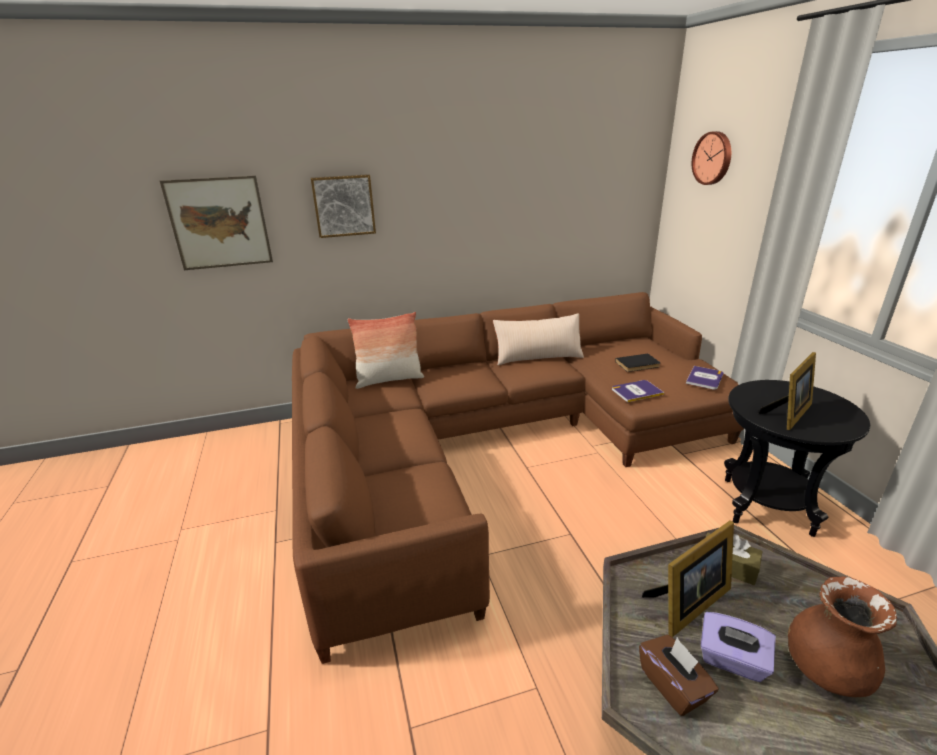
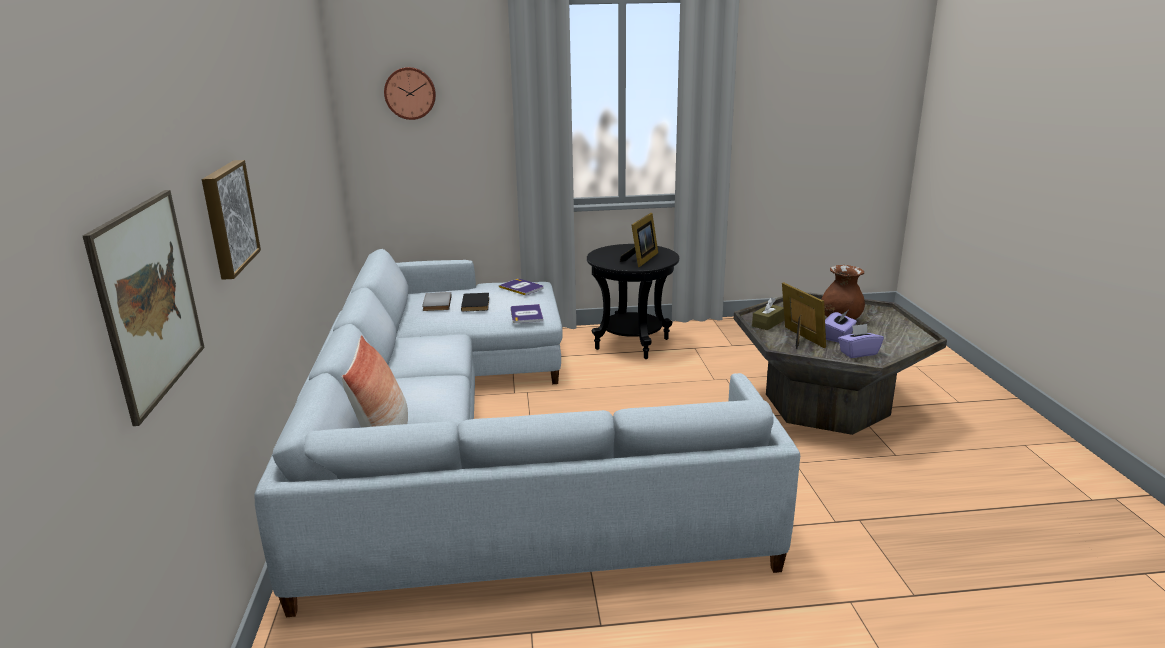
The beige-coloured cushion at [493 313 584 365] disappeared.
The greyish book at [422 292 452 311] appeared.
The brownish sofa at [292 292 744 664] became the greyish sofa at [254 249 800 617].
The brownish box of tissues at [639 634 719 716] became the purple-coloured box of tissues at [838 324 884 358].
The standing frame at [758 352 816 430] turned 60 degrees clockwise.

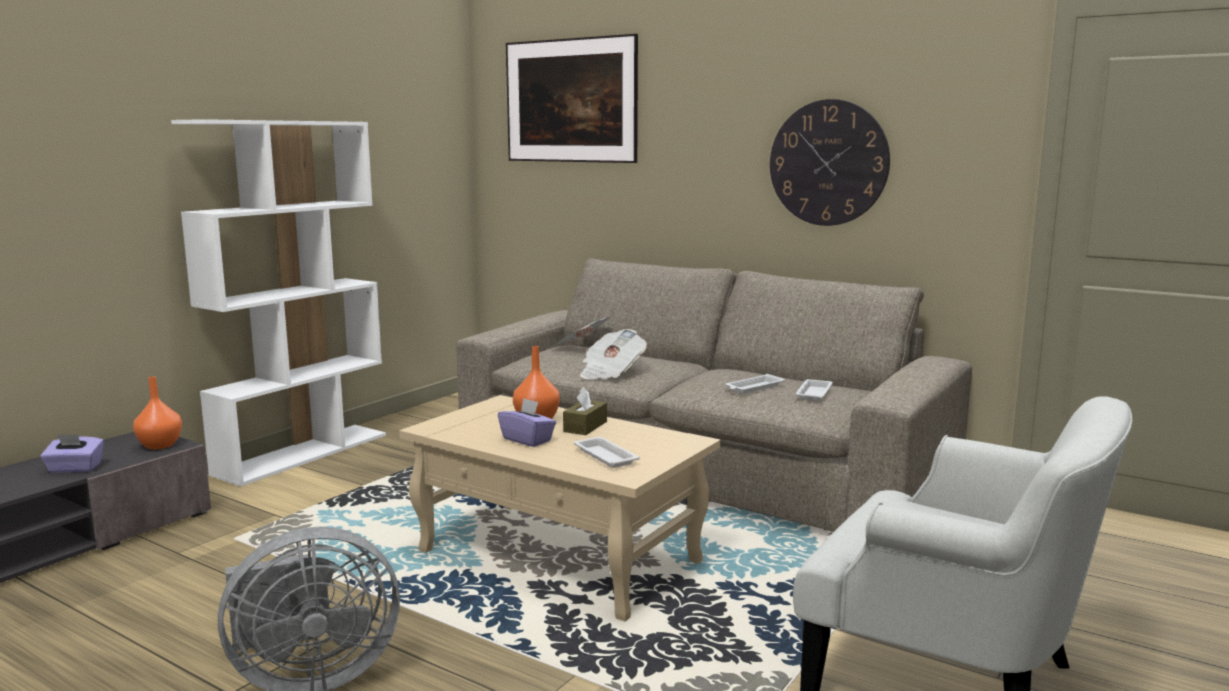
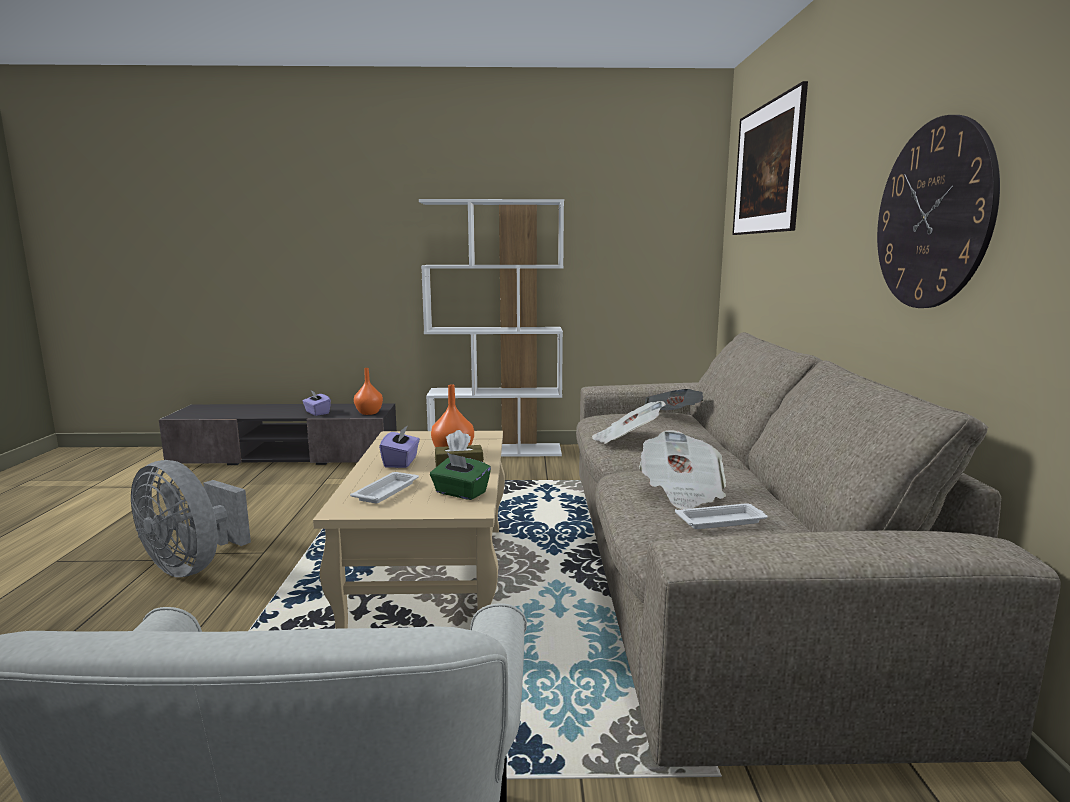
The greenish box of tissues at [430 453 491 500] appeared.
The whitish serving tray at [725 374 785 394] was replaced by the newspaper at [639 430 726 509].

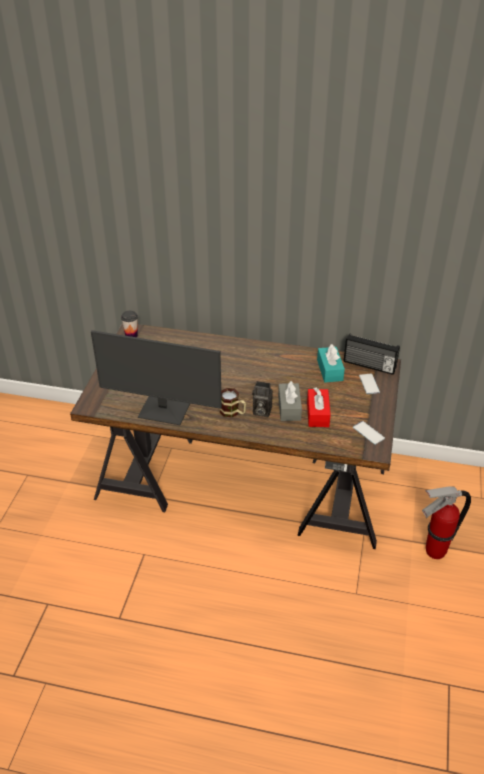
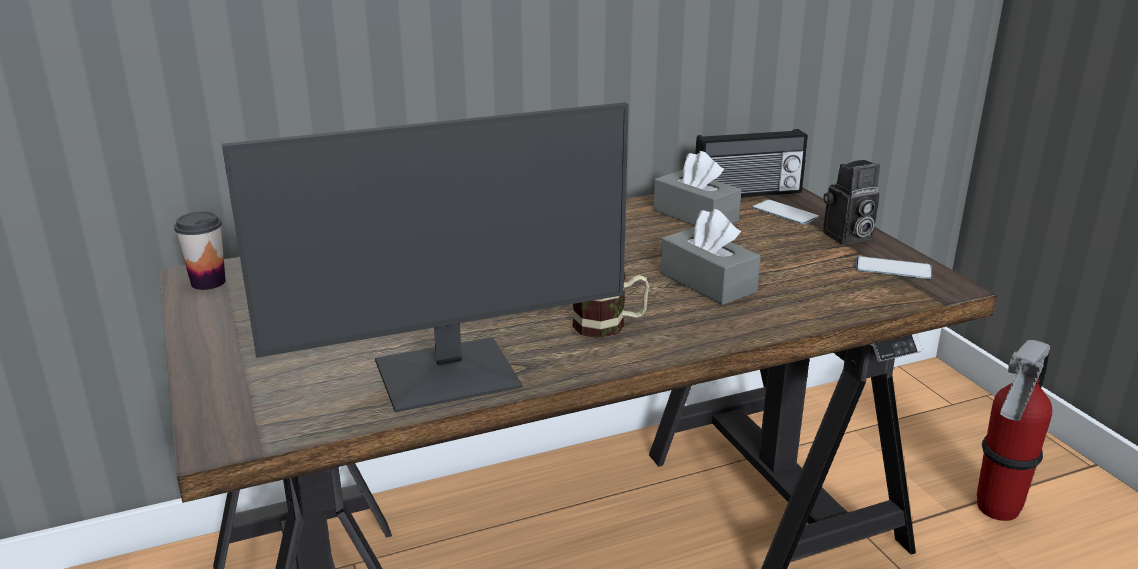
The red-coloured box of tissues at [307 387 331 427] disappeared.
The photo camera moved from [252 381 273 417] to [823 160 880 245].
The turquoise box of tissues at [317 344 345 383] became the greyish box of tissues at [654 151 741 226].

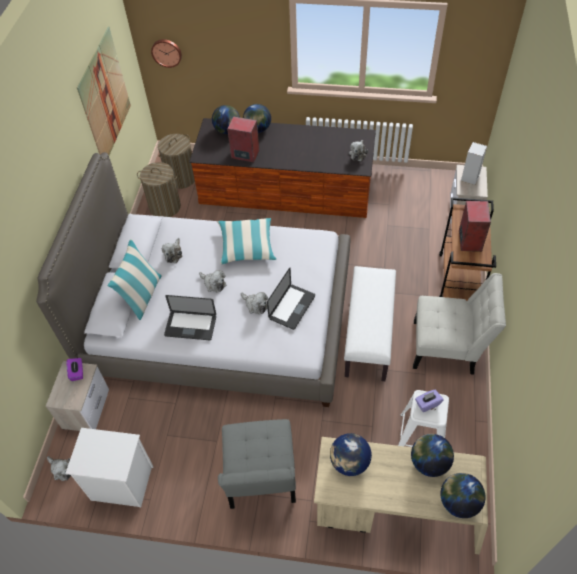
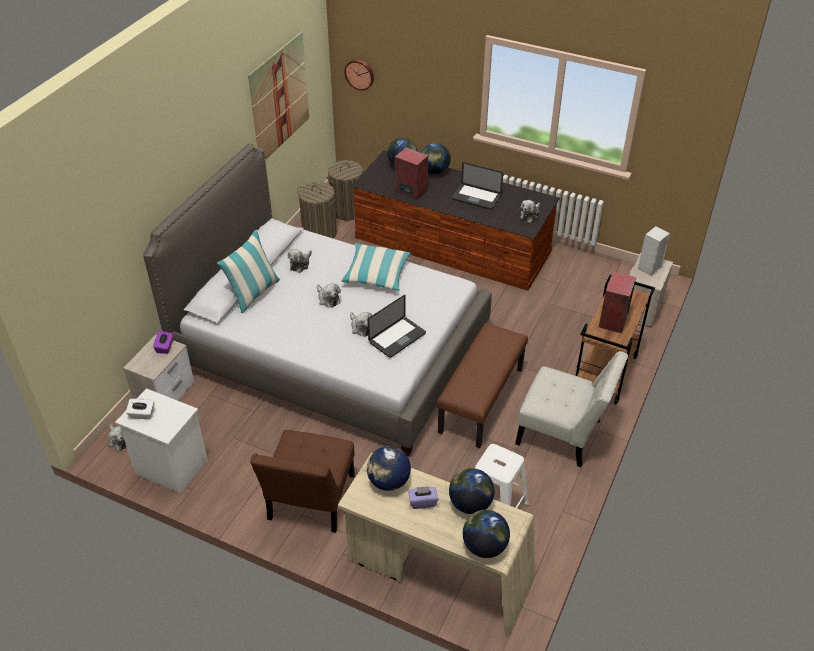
The whitish box of tissues at [126 398 154 419] appeared.
The laptop moved from [164 295 216 340] to [452 162 503 210].
The purple-coloured box of tissues moved from [415 390 443 412] to [408 486 438 509].
The greyish chair at [218 419 296 509] became the brownish chair at [250 430 355 533].
The whitish long seat at [344 266 396 381] became the brownish long seat at [437 323 528 448].

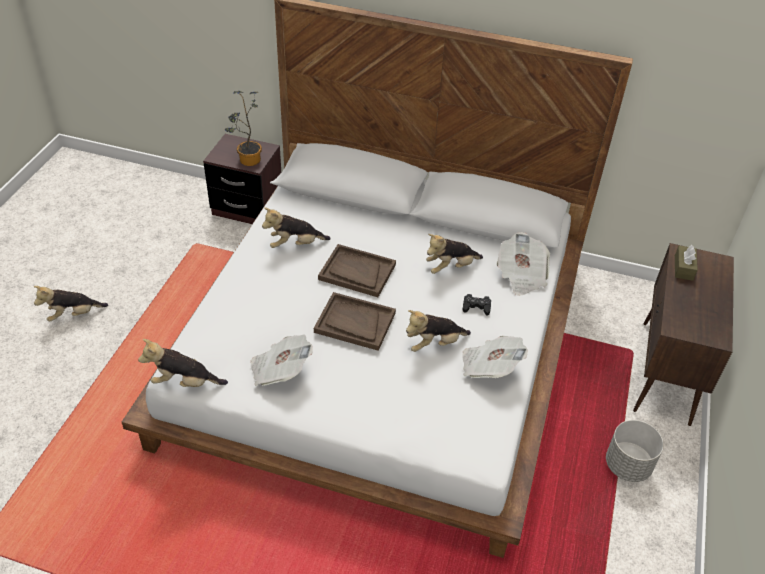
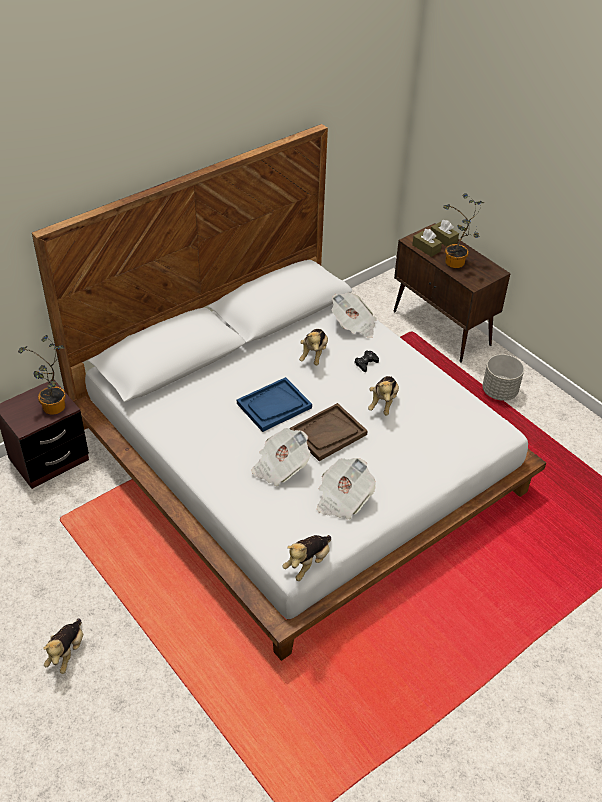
The cuddly toy at [262 208 331 248] disappeared.
The brownish box of tissues at [431 220 459 246] appeared.
The plant in a pot at [443 193 484 268] appeared.
The newspaper moved from [462 336 528 378] to [251 428 310 486].
The brownish serving tray at [318 244 396 297] became the blue-coloured serving tray at [237 377 312 432].

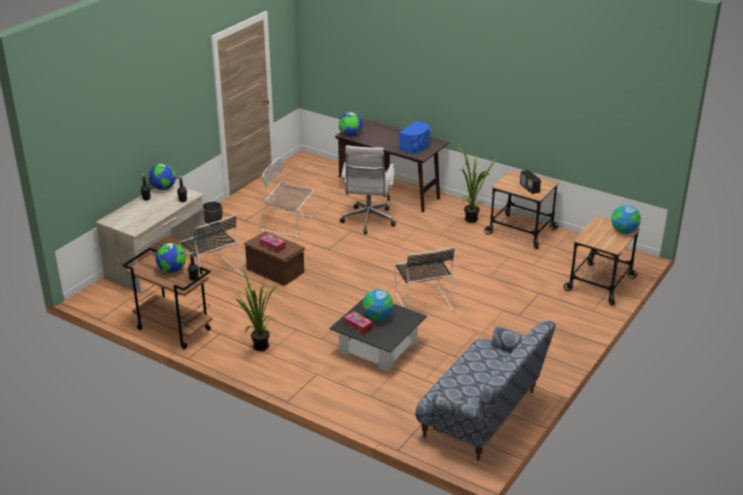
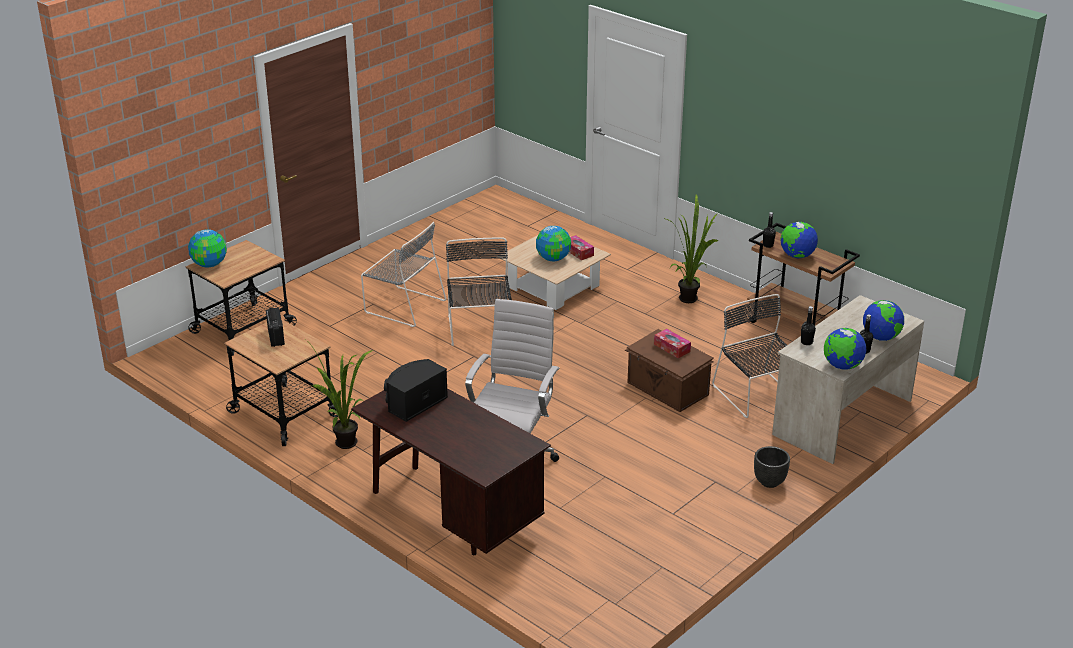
The sofa at [415 321 556 461] disappeared.
The greyish chair moved from [259 157 315 237] to [361 222 446 327].
The world globe moved from [339 112 363 136] to [863 300 904 341].
The black-coloured coffee table at [329 298 427 372] became the beige-coloured coffee table at [497 235 611 310].
The blue-coloured audio speaker at [399 121 431 154] became the black-coloured audio speaker at [384 359 448 422].

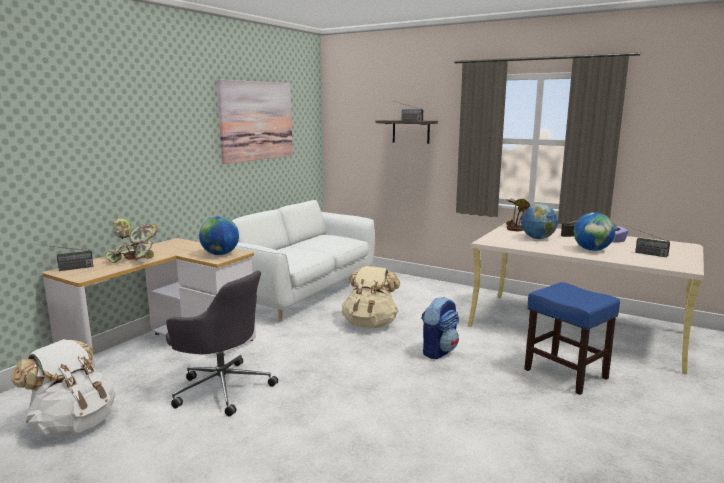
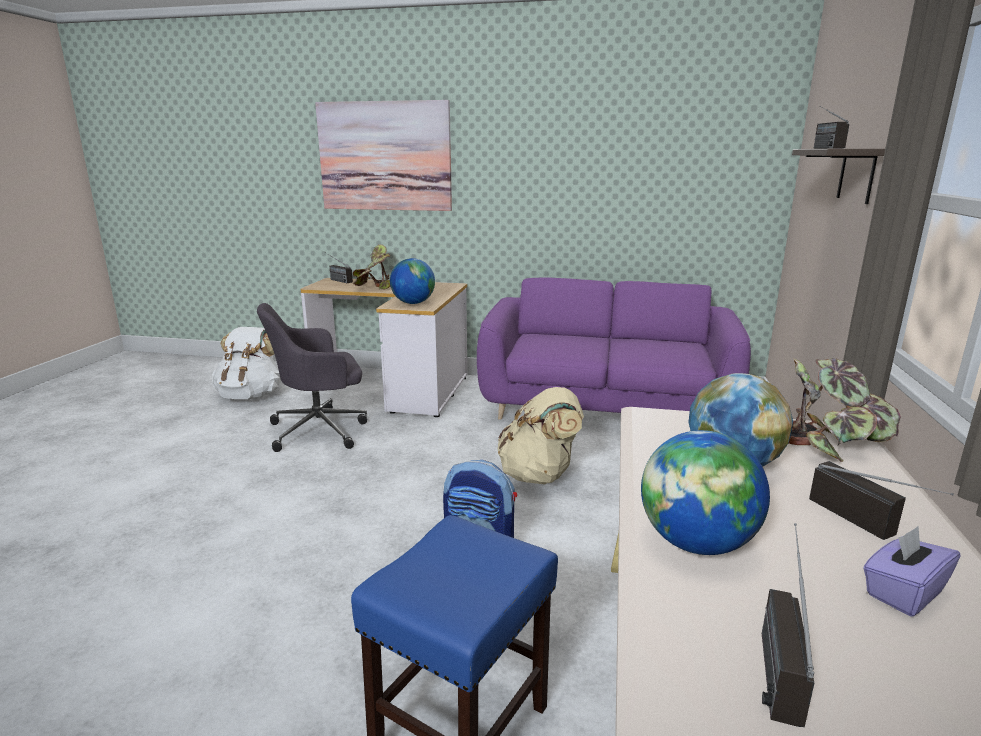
The picture moved from [217 79 293 164] to [315 100 452 211].
The whitish sofa at [232 200 375 322] became the purple-coloured sofa at [477 278 751 420].
The greyish computer chair at [166 270 278 416] turned 60 degrees clockwise.

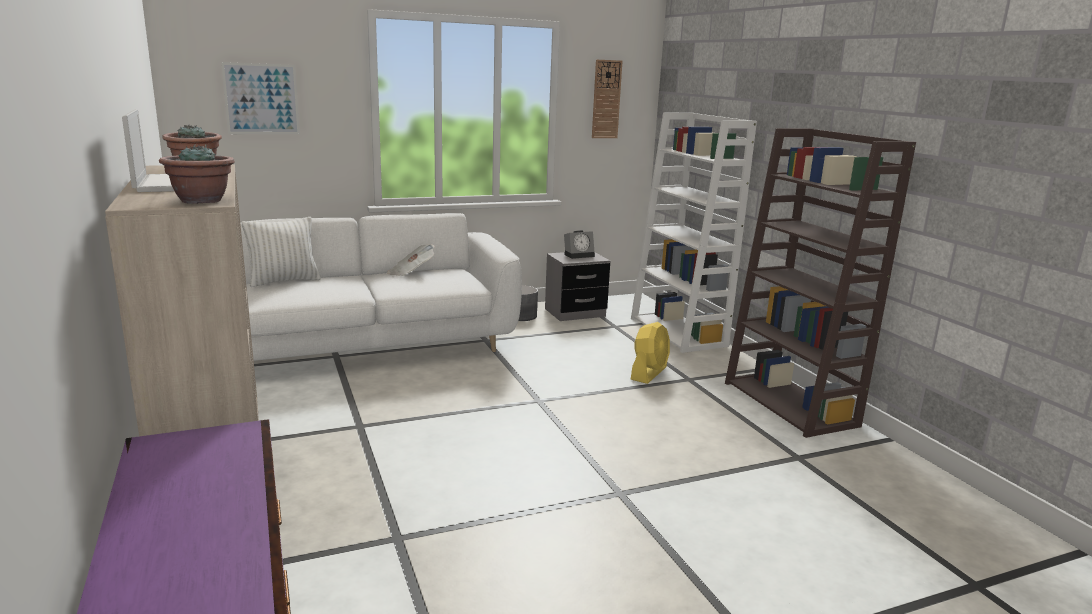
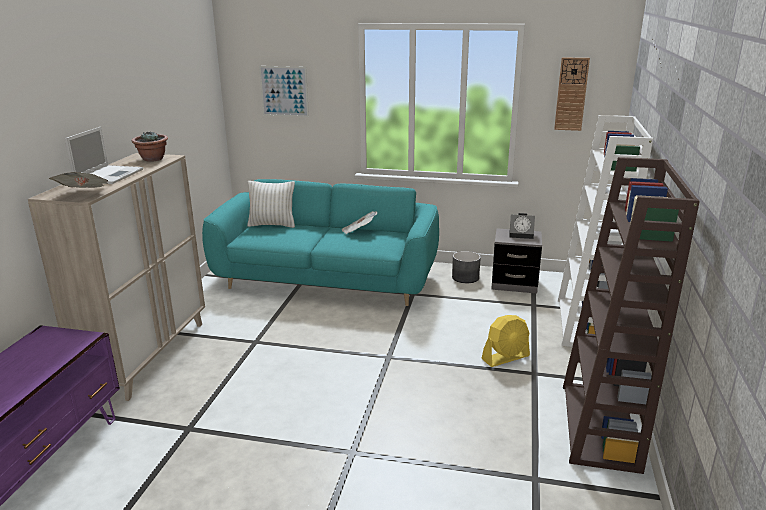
The plant in a pot at [159 144 235 204] was replaced by the newspaper at [49 172 108 188].
The whitish sofa at [240 213 522 361] became the turquoise sofa at [202 179 439 306].

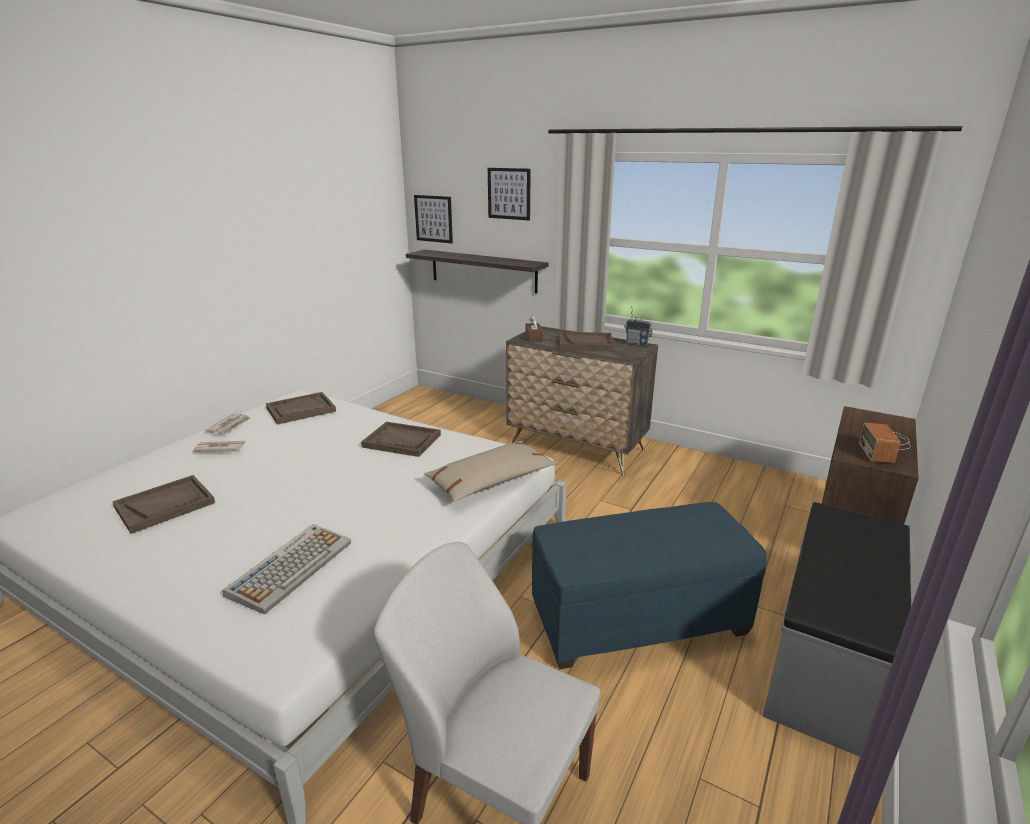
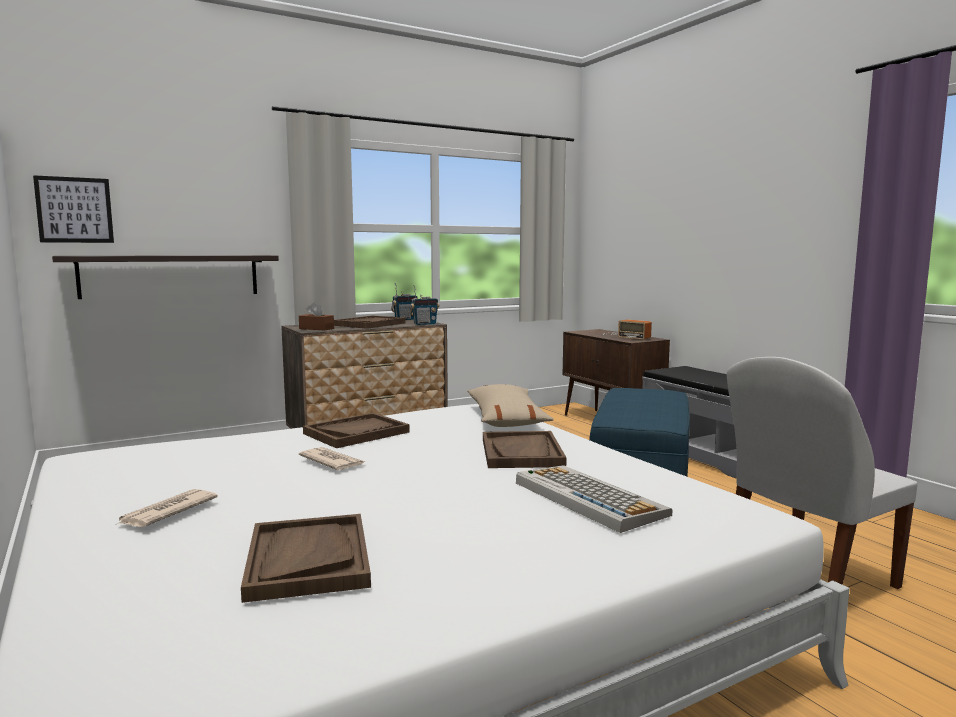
The picture at [488 168 531 221] disappeared.
The radio at [410 286 439 325] appeared.
The newspaper moved from [205 413 251 434] to [299 447 366 470].
The brownish serving tray moved from [266 392 336 425] to [483 431 567 468].

